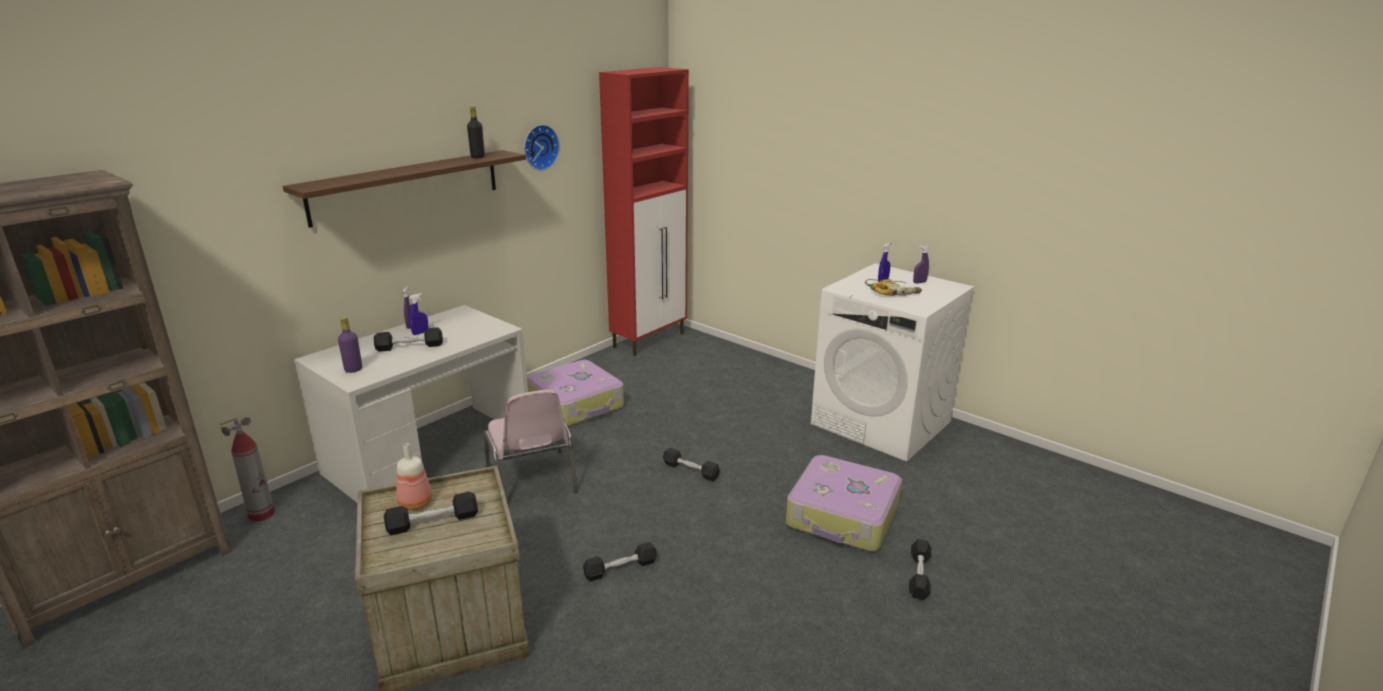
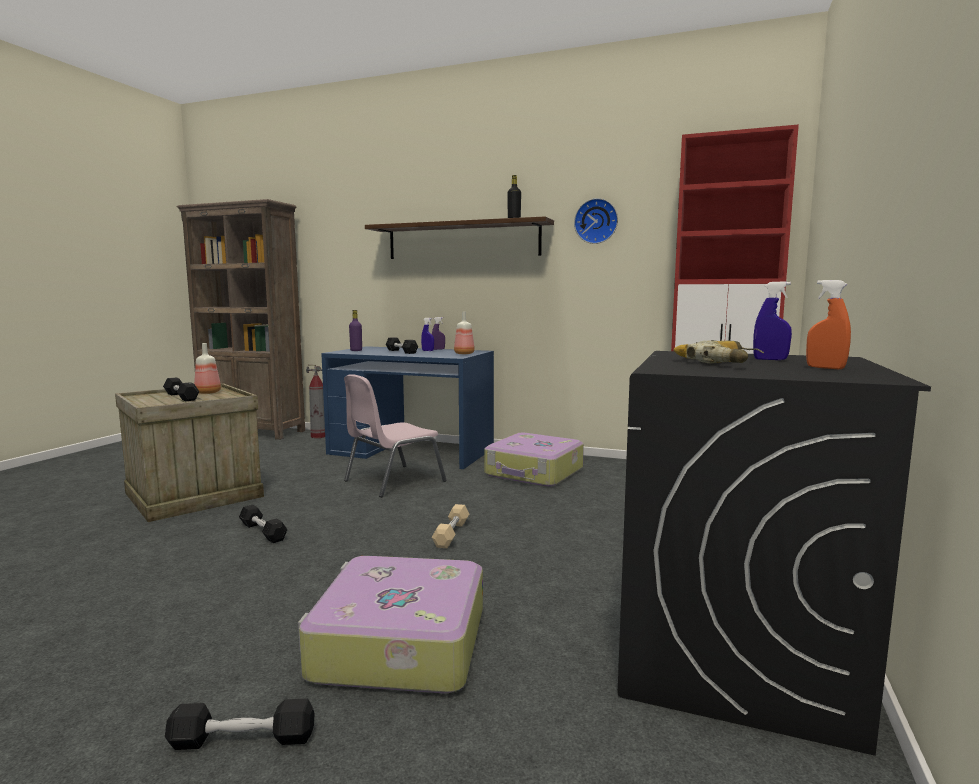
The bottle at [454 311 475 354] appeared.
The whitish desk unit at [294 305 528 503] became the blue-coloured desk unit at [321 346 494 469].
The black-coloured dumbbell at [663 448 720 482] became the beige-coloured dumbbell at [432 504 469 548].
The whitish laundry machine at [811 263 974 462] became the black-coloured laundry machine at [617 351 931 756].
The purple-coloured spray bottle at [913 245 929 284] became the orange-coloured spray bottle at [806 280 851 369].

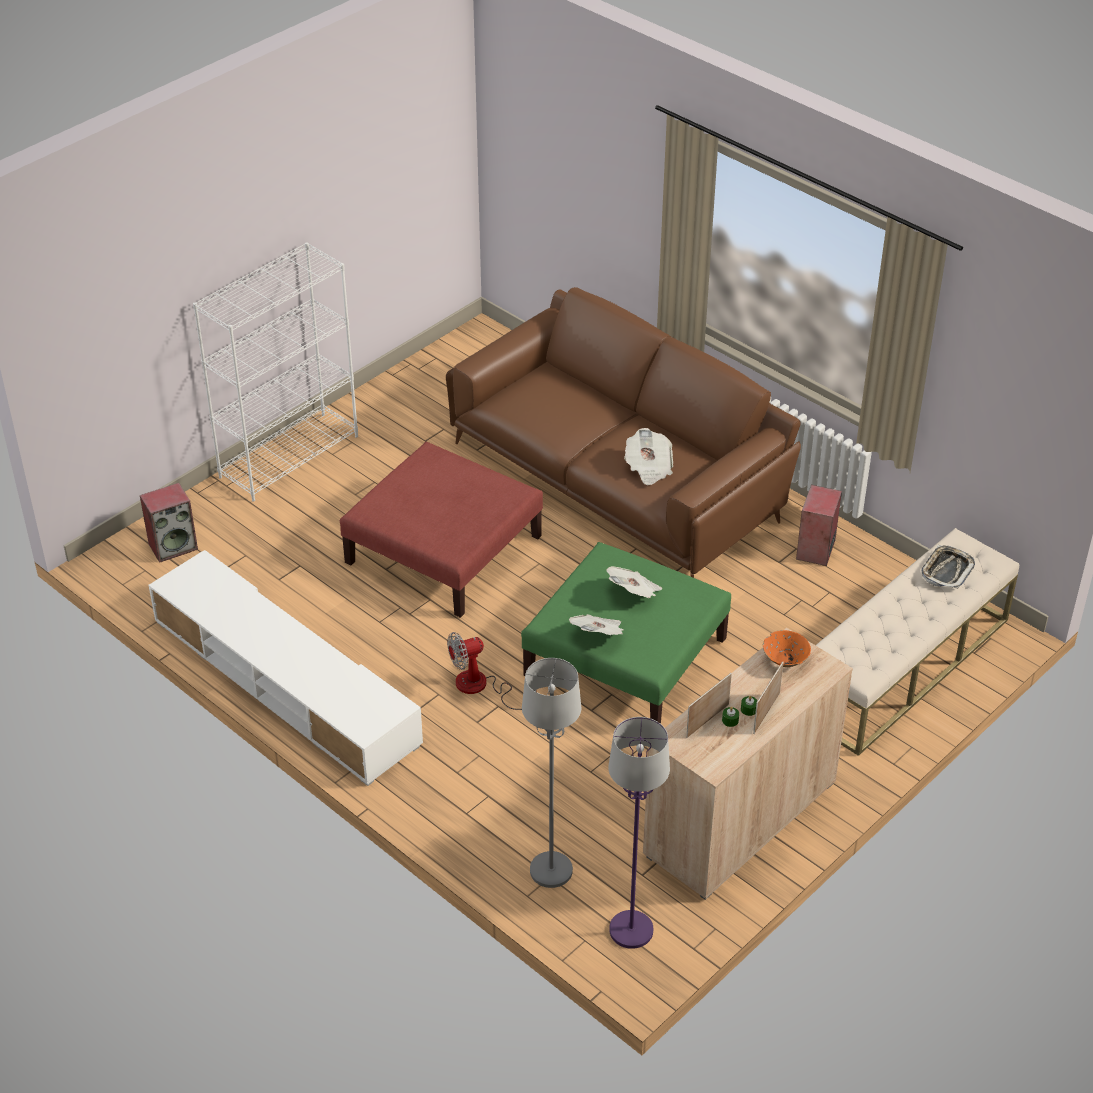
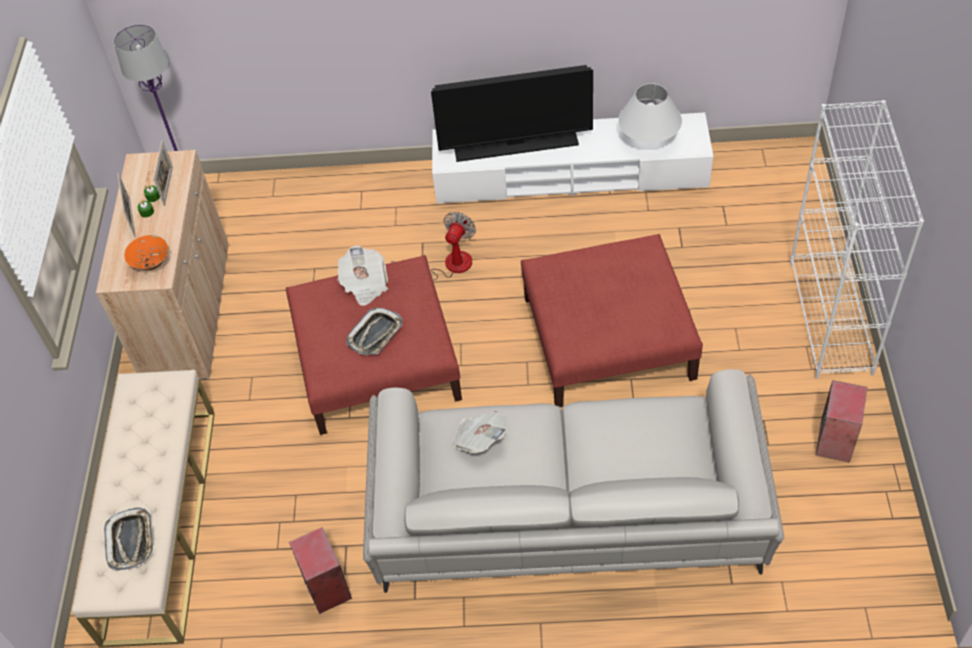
The greyish standing lamp at [522 658 581 888] disappeared.
The TV at [431 65 593 162] appeared.
The whitish tabletop lamp at [618 83 682 143] appeared.
The audio speaker moved from [140 483 198 563] to [816 380 867 463].
The newspaper at [606 566 662 598] was replaced by the serving tray at [346 308 403 355].
The brownish sofa at [446 287 801 578] became the greyish sofa at [363 369 784 593].
The greenish footrest at [521 542 731 724] became the red-coloured footrest at [286 255 462 435].

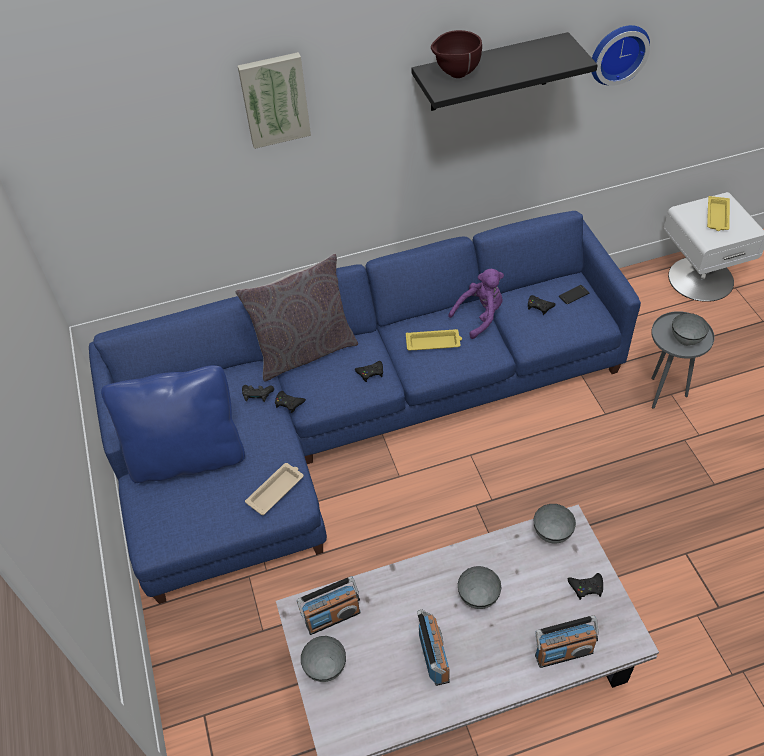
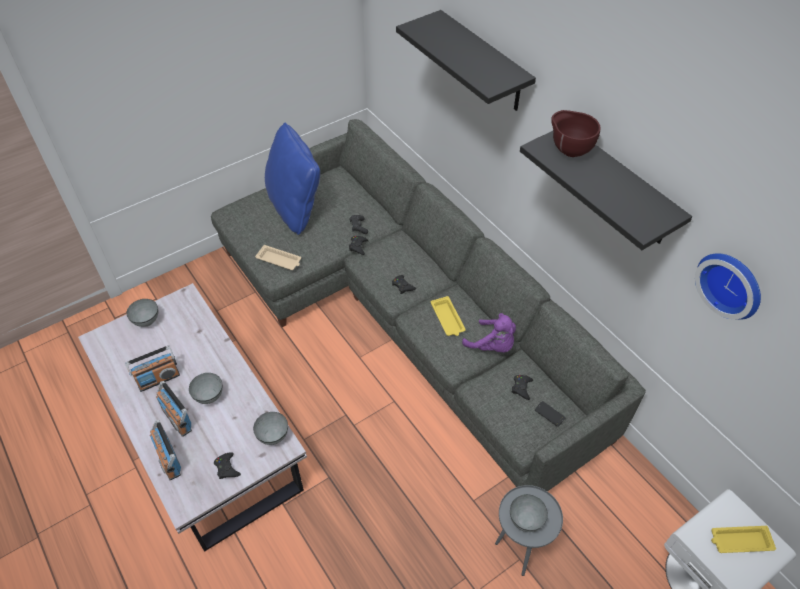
The greyish cushion at [235 253 358 382] disappeared.
The radio moved from [297 576 361 635] to [156 381 192 437].
The picture at [238 52 311 149] was replaced by the black-coloured shelf at [396 10 536 111].
The blue-coloured sofa at [89 211 641 604] became the greyish sofa at [211 119 646 491].

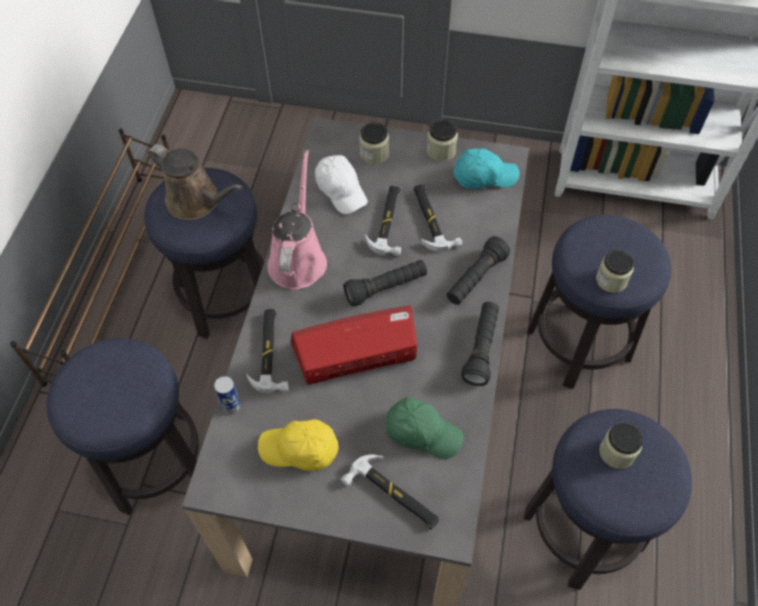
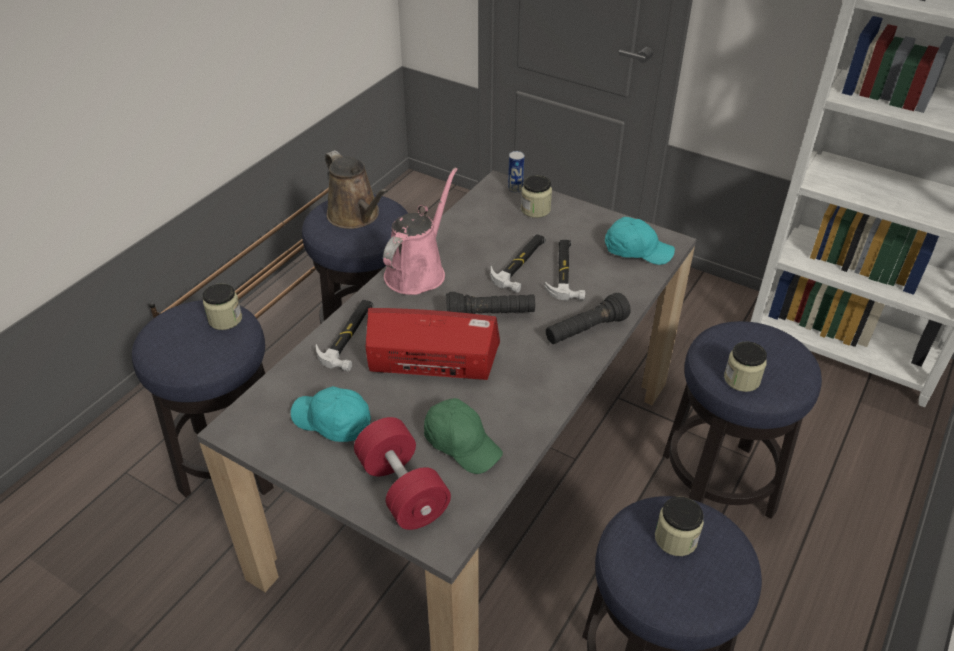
The whitish peaked cap at [315 155 368 214] disappeared.
The black-coloured hand torch at [461 302 499 386] disappeared.
The sealed can moved from [214 376 241 414] to [508 151 524 193].
The storage jar moved from [427 120 458 162] to [203 283 242 330].
The tool hammer at [340 454 439 529] was replaced by the red-coloured dumbbell at [354 417 451 530].
The yellow peaked cap at [258 419 339 471] became the turquoise peaked cap at [291 386 371 442].

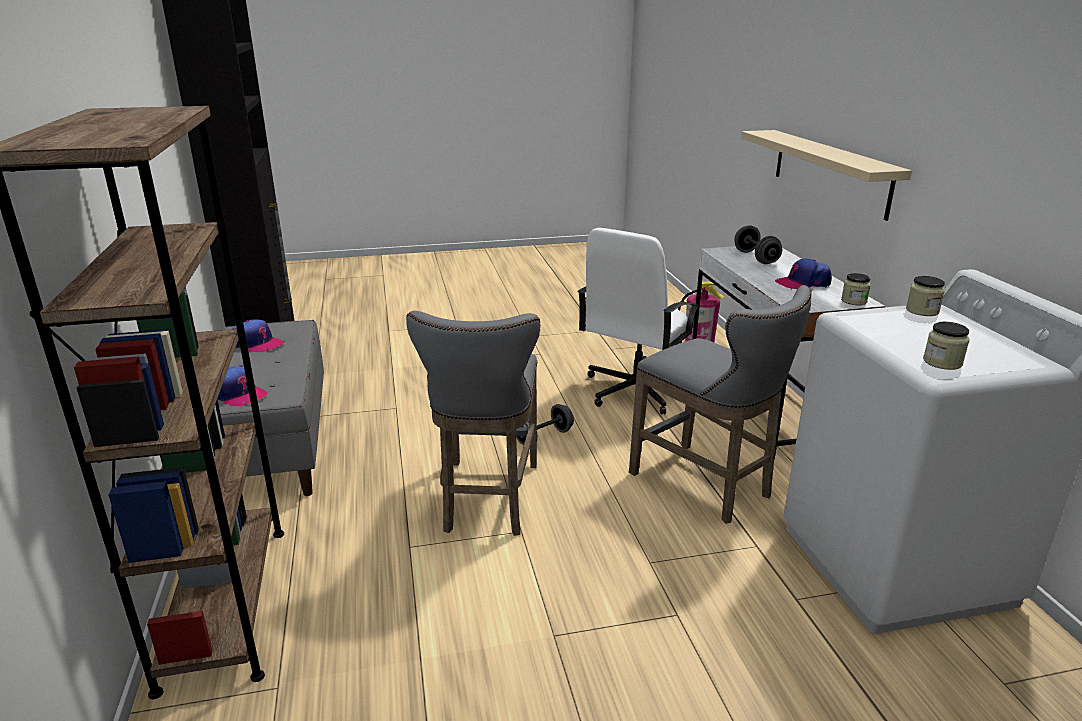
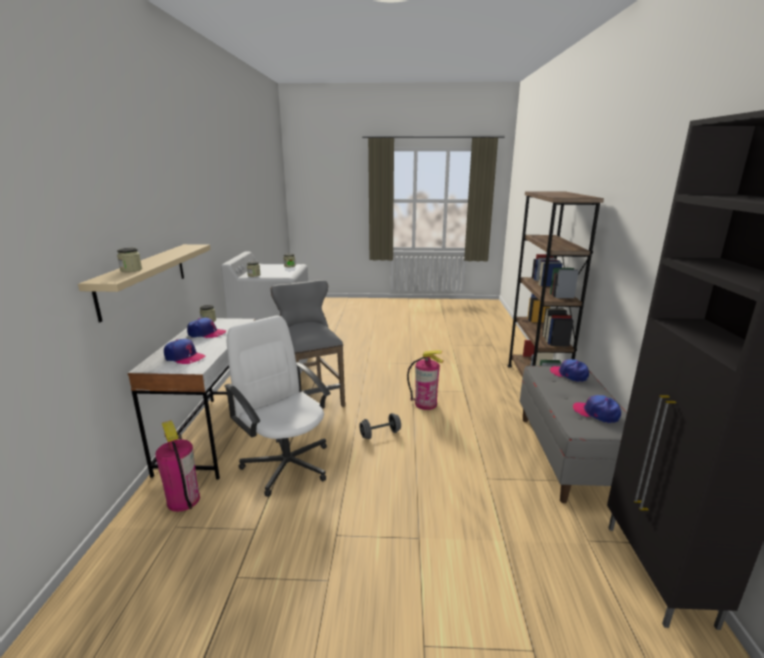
The storage jar at [117 248 142 272] appeared.
The greyish sitting stool at [406 311 540 536] was replaced by the fire-fighting cylinder at [407 350 443 410].
The greyish dumbbell at [734 225 782 264] was replaced by the peaked cap at [164 339 205 364].
The whitish computer chair at [577 228 699 415] turned 90 degrees counterclockwise.

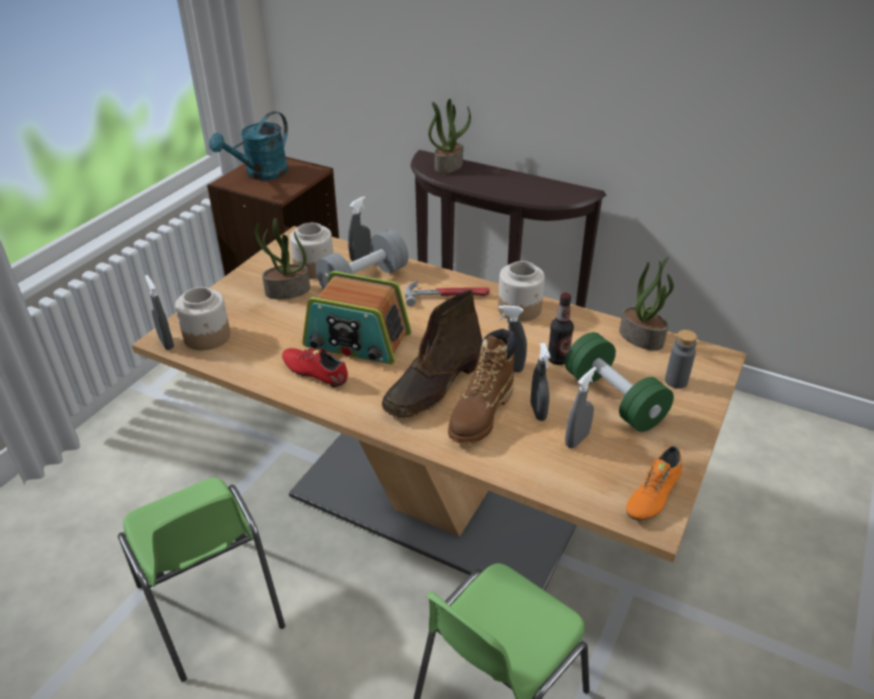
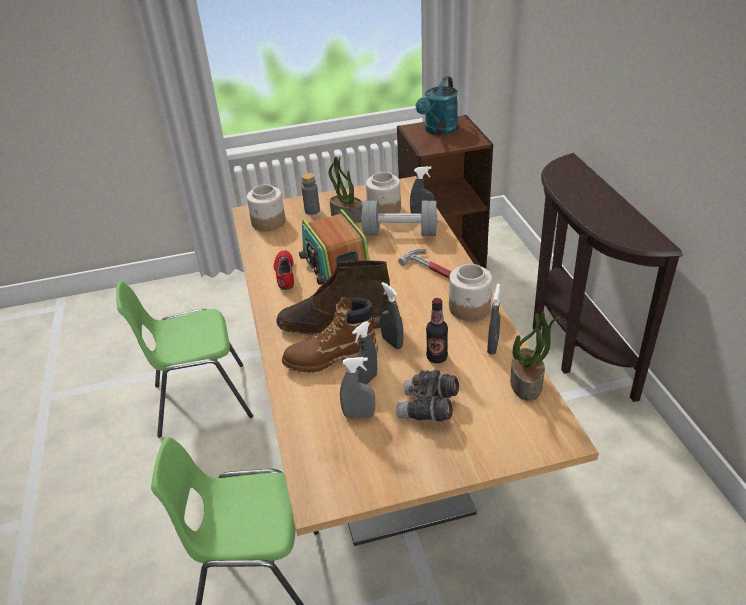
The plant in a pot at [428 99 471 174] disappeared.
The orange-coloured item of footwear at [626 445 682 520] disappeared.
The greyish spray bottle moved from [145 275 174 350] to [487 284 500 355].
The greyish bottle moved from [665 330 697 389] to [302 173 320 215].
The greenish dumbbell at [565 332 674 432] was replaced by the greyish pair of binoculars at [396 370 459 421].
The greenish chair at [118 478 285 682] turned 60 degrees clockwise.
The turquoise watering pot at [209 111 288 180] turned 60 degrees counterclockwise.

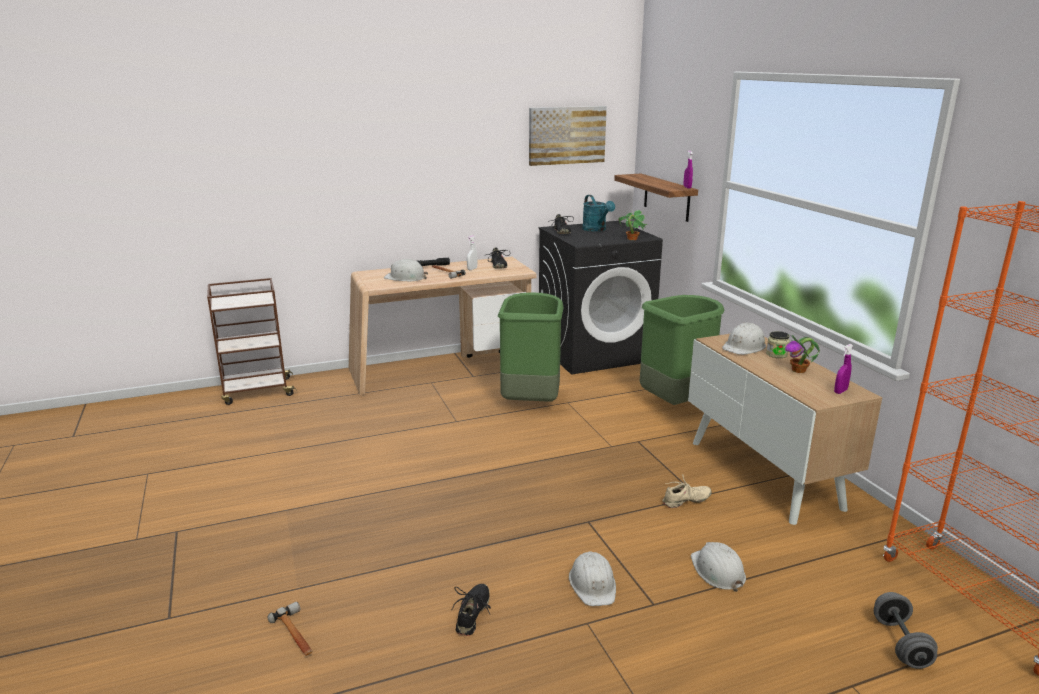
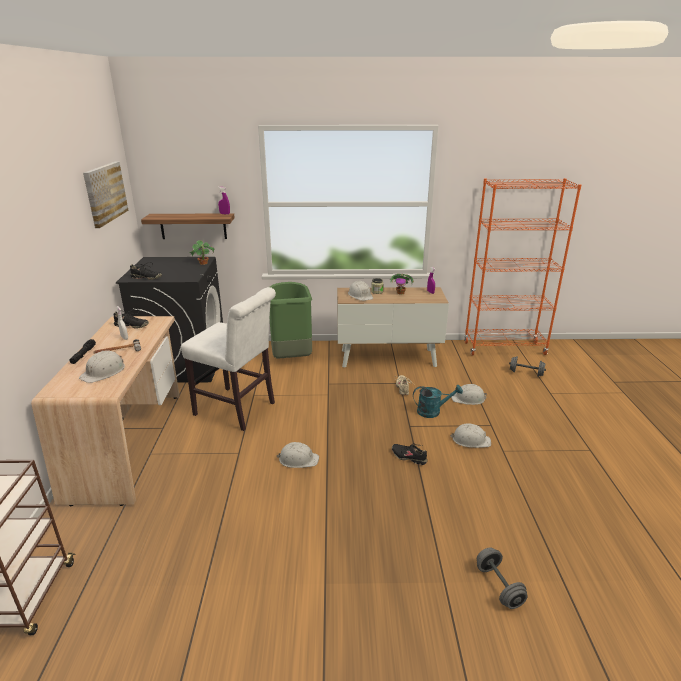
The whitish hard hat at [276 442 319 468] appeared.
The black-coloured item of footwear moved from [451 584 491 636] to [392 443 428 465].
The turquoise watering pot moved from [582 195 615 232] to [413 385 463 418].
The tool hammer at [268 602 313 656] was replaced by the greyish dumbbell at [477 547 528 609].
The greenish waste bin at [498 292 564 402] was replaced by the whitish chair at [181 287 276 431].

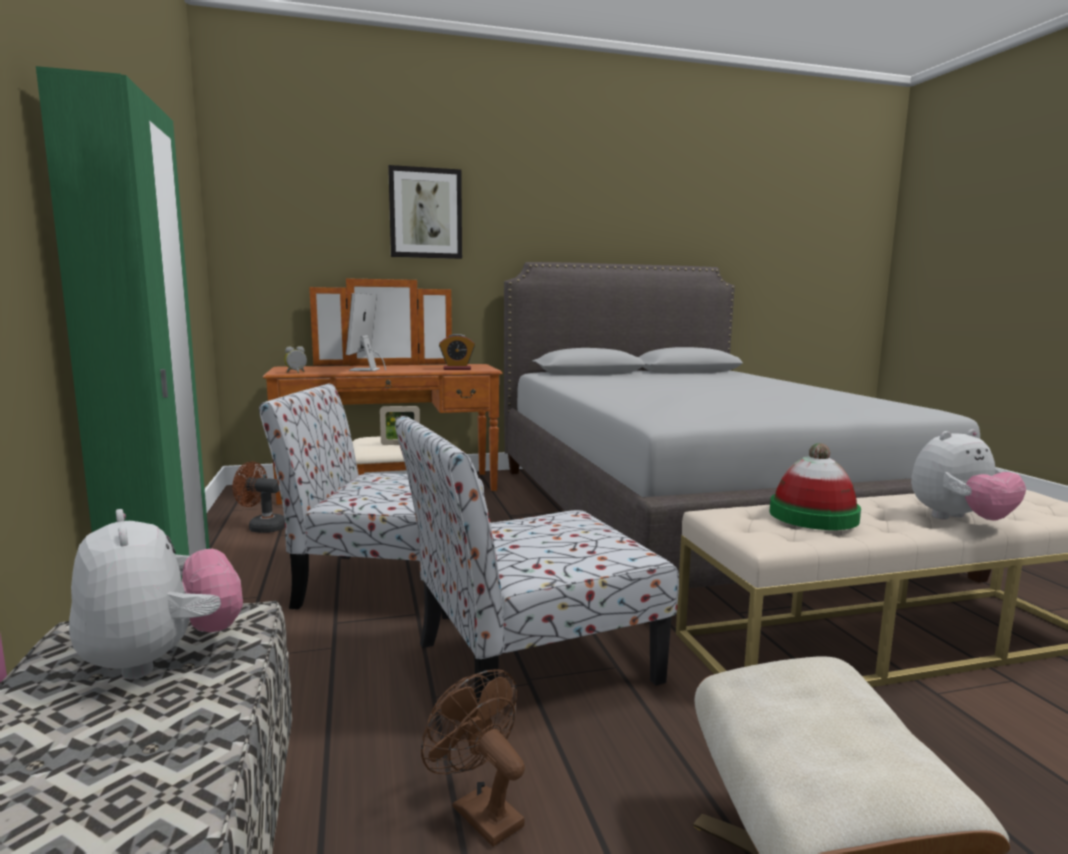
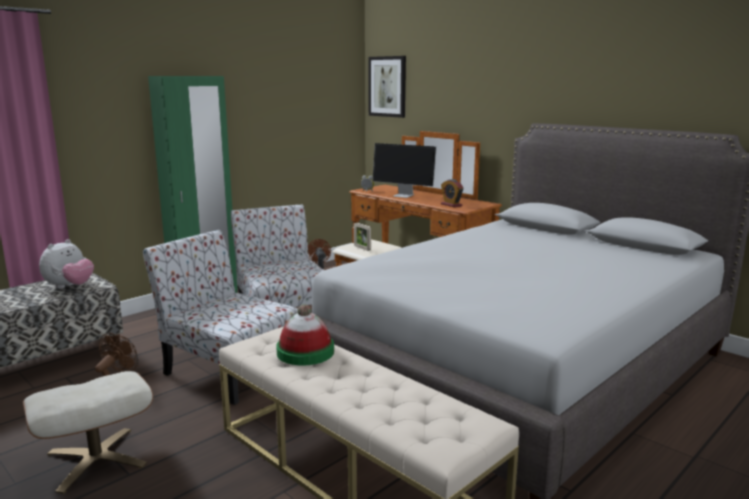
The cuddly toy at [911 429 1026 521] disappeared.
The picture moved from [388 165 462 259] to [368 56 406 118].
The computer screen at [346 293 386 371] turned 120 degrees counterclockwise.

